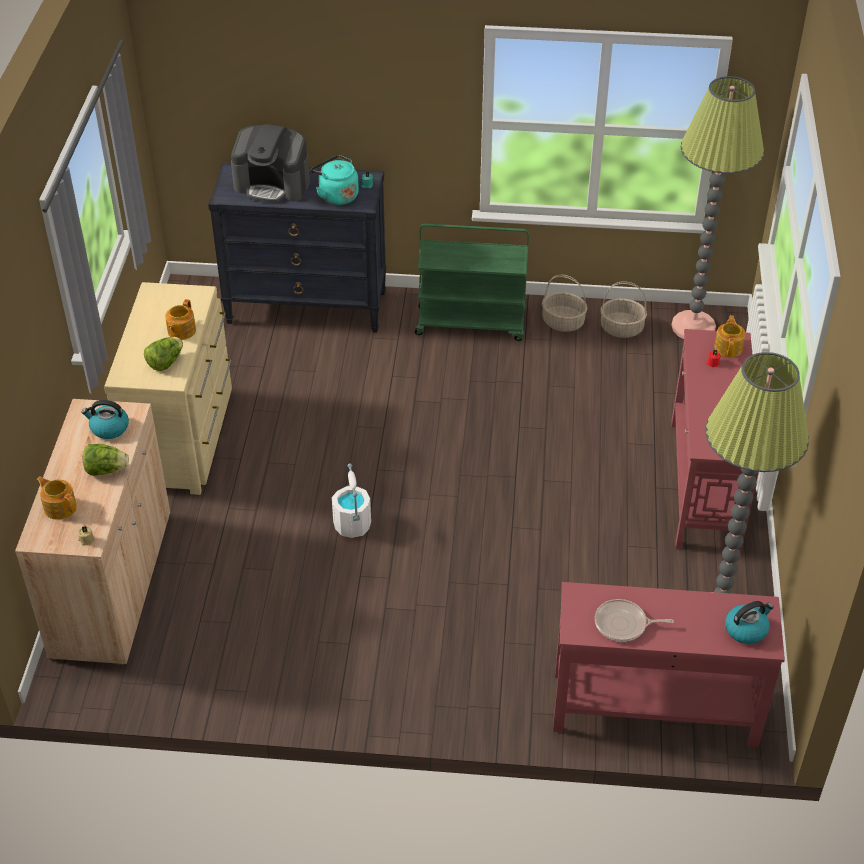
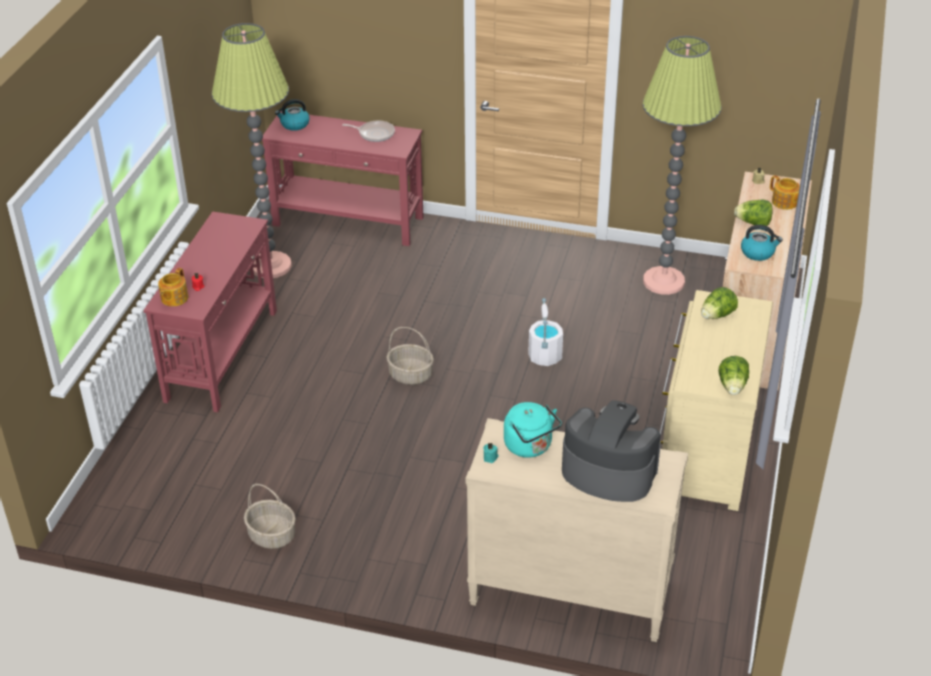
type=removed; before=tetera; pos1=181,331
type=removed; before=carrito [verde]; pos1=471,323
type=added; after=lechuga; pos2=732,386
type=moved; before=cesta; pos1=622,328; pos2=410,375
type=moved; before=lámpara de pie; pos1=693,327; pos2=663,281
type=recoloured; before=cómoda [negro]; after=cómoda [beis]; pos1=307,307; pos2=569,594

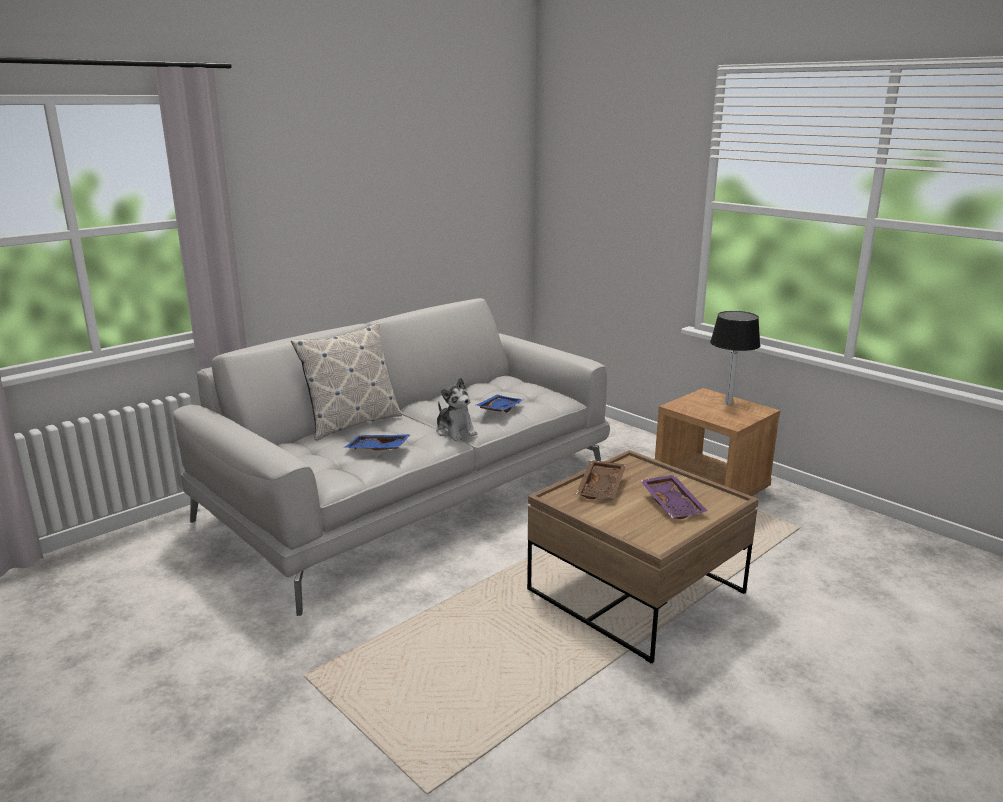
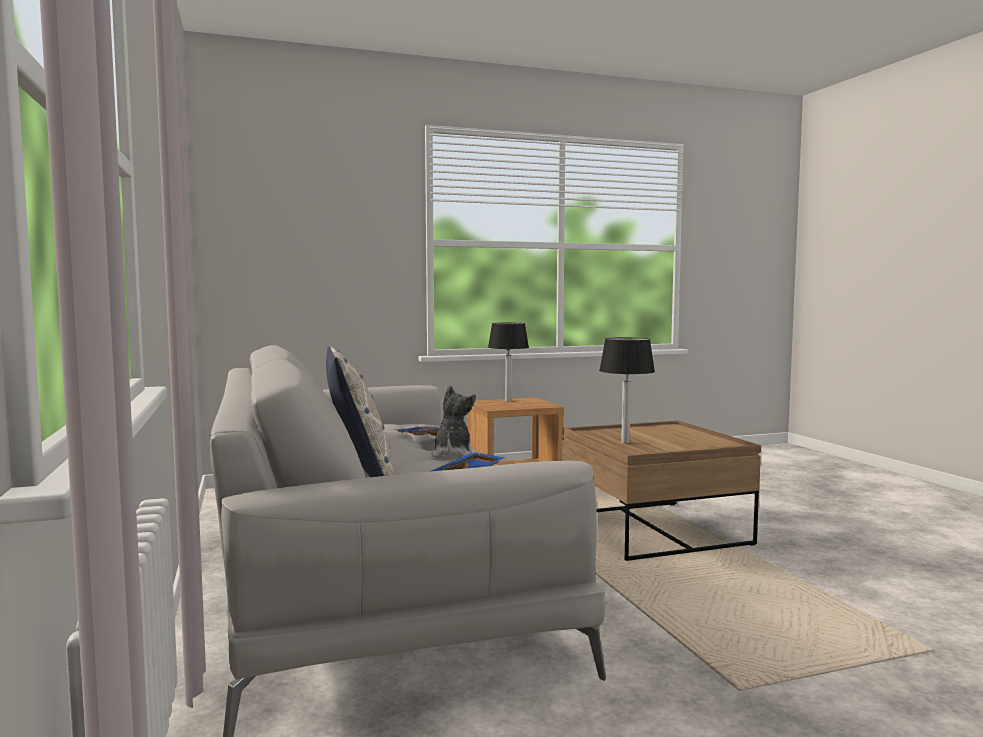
type=removed; before=bandeja [morado]; pos1=673,504
type=replaced; before=bandeja [marrón]; after=lámpara de mesa; pos1=602,487; pos2=625,442
type=turned; before=peluche; pos1=455,431; pos2=452,455; turn=-75

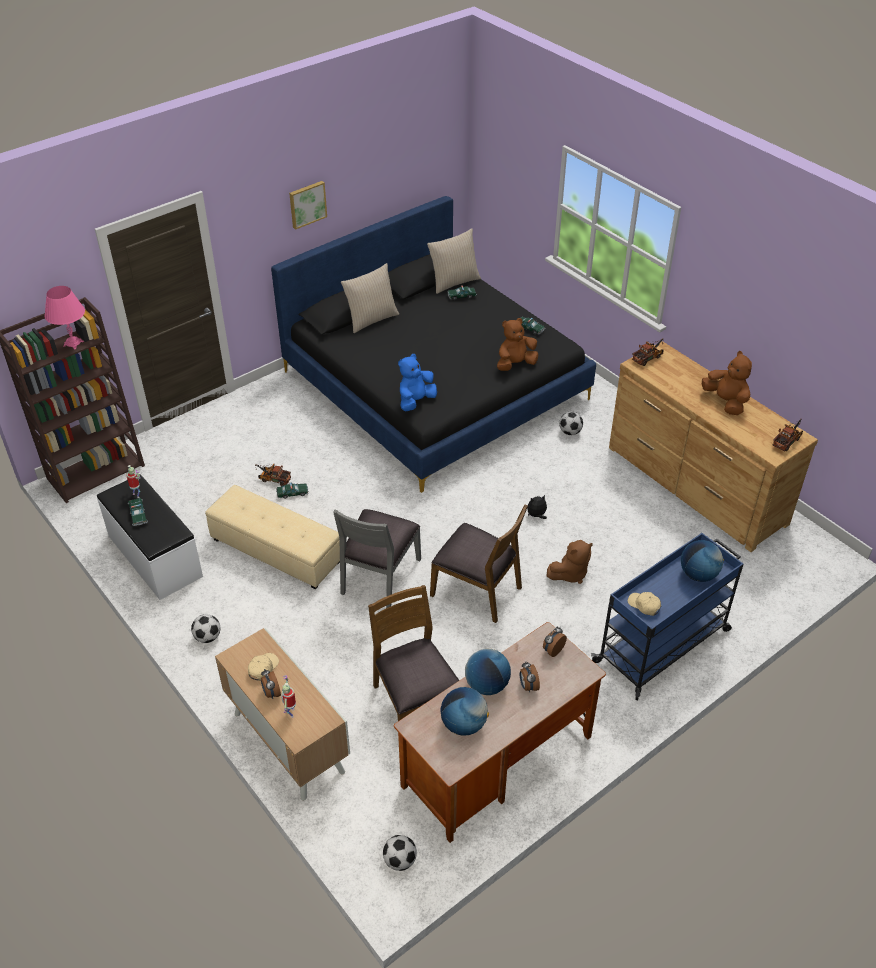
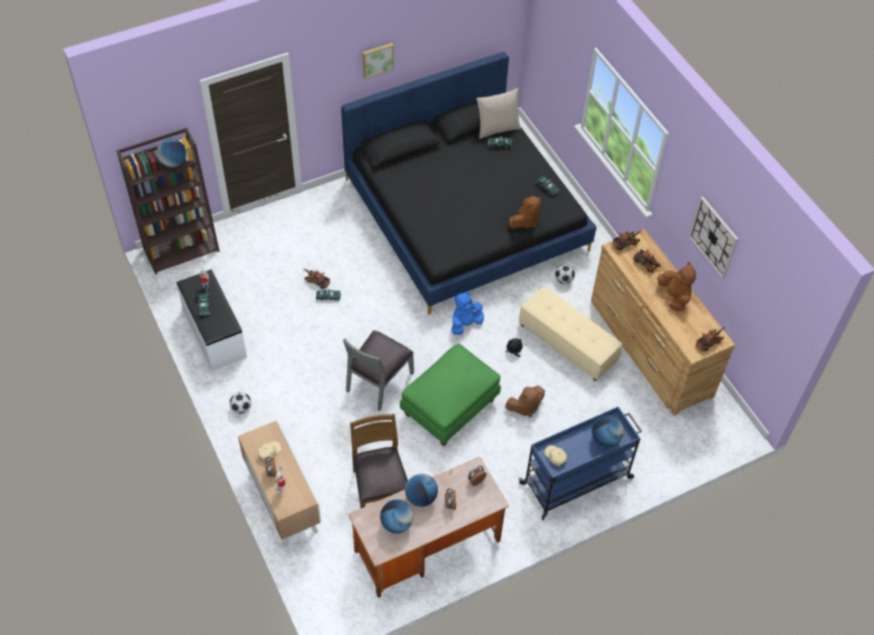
type=removed; before=cojín [beis]; pos1=371,319
type=removed; before=balón de fútbol; pos1=400,860
type=added; after=camión de juguete; pos2=647,265
type=added; after=reloj de pared; pos2=713,237
type=moved; before=puf [beis]; pos1=276,550; pos2=568,342
type=moved; before=peluche [azul]; pos1=416,401; pos2=465,324
type=replaced; before=lámpara de mesa [rosa]; after=globo terráqueo; pos1=73,344; pos2=173,162
type=replaced; before=silla [marrón]; after=puf [verde]; pos1=477,590; pos2=449,408
type=turned; before=peluche [marrón]; pos1=515,364; pos2=525,221; turn=150

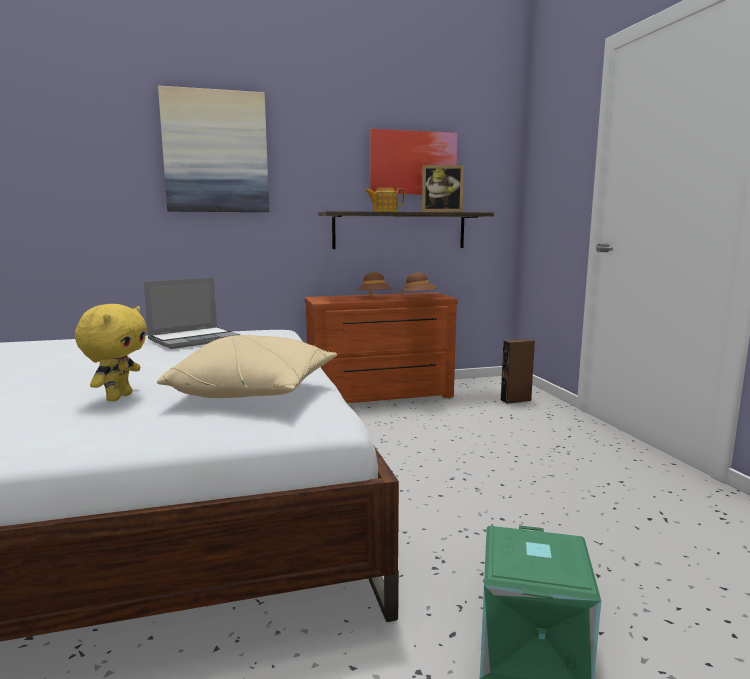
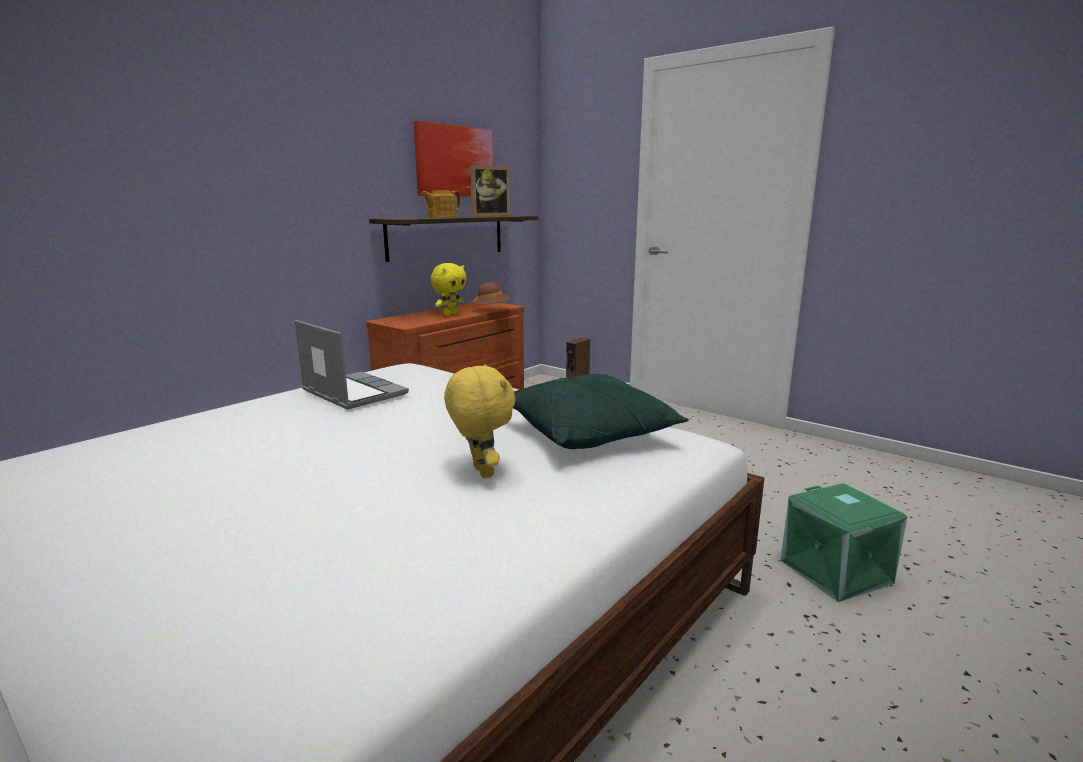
type=removed; before=cuadro; pos1=216,152
type=replaced; before=sombrero [marrón]; after=peluche [amarillo]; pos1=374,298; pos2=450,315
type=recoloured; before=cojín [beis]; after=cojín [verde]; pos1=255,392; pos2=590,433
type=turned; before=portátil; pos1=195,339; pos2=352,392; turn=-60

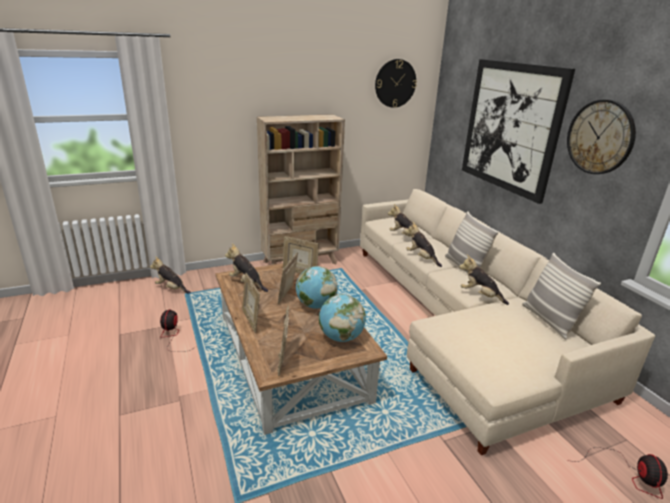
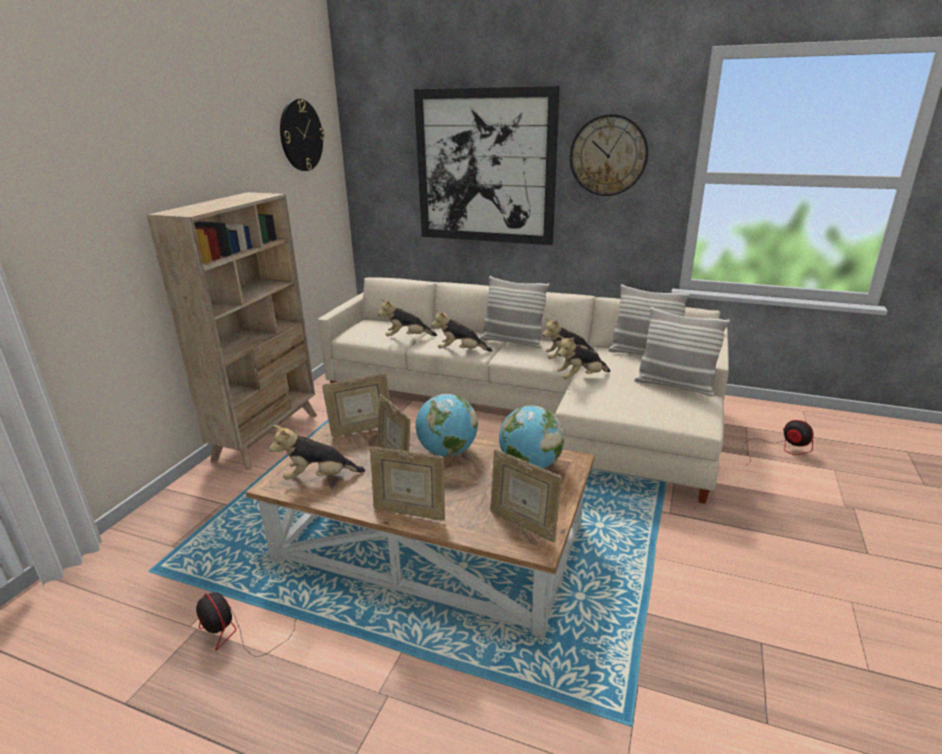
type=added; after=cojín; pos2=675,386
type=moved; before=peluche; pos1=171,288; pos2=581,378

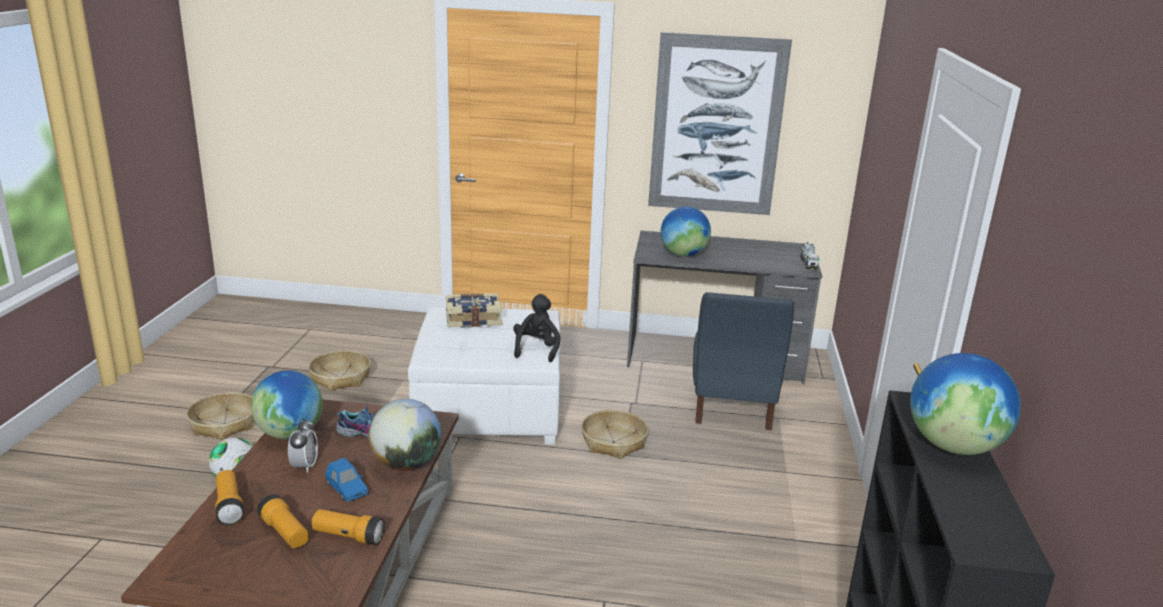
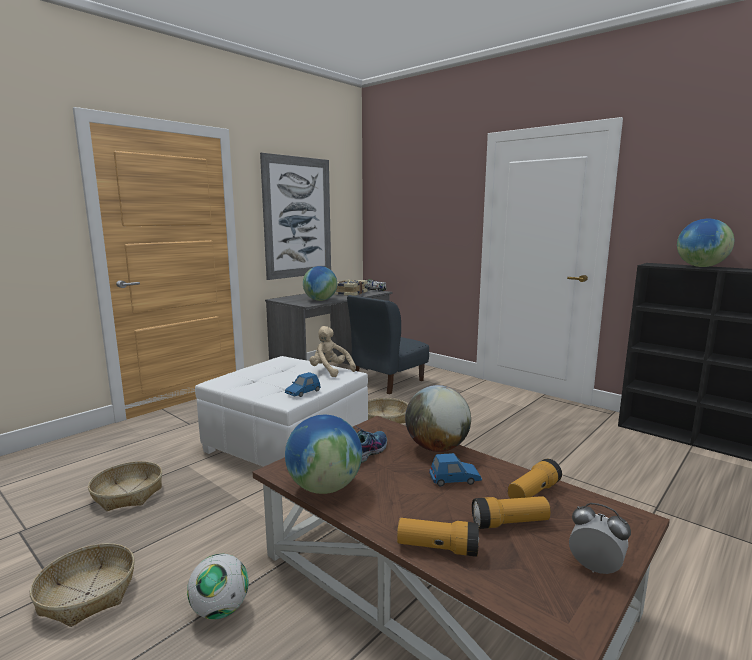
type=added; after=coche de juguete [azul]; pos2=303,392
type=moved; before=despertador; pos1=304,466; pos2=595,568
type=moved; before=libro; pos1=473,319; pos2=349,293
type=recoloured; before=peluche [negro]; after=peluche [beis]; pos1=536,349; pos2=330,371
type=turned; before=silla [azul]; pos1=732,406; pos2=387,382; turn=90

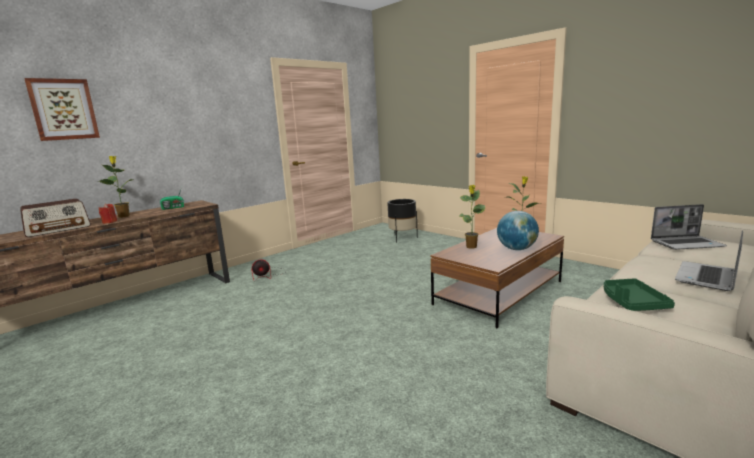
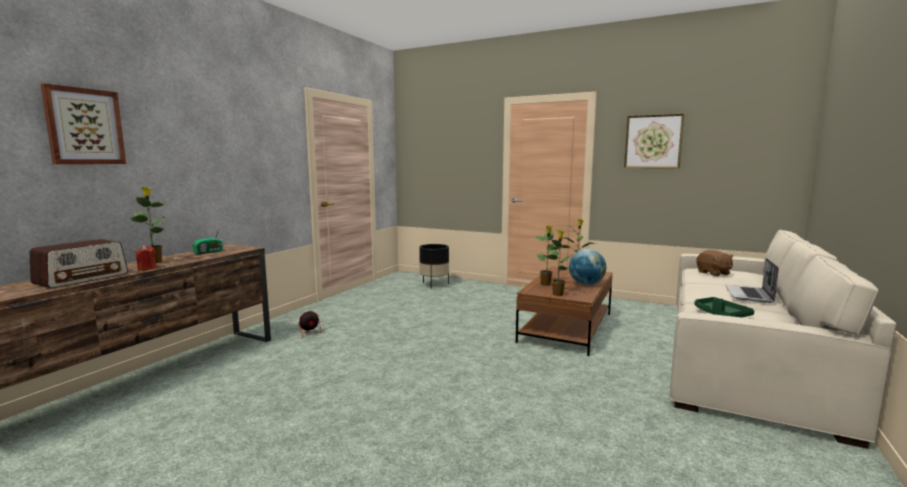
type=added; after=planta en maceta; pos2=557,294
type=added; after=cuadro; pos2=653,141
type=replaced; before=portátil; after=peluche [marrón]; pos1=686,244; pos2=713,273

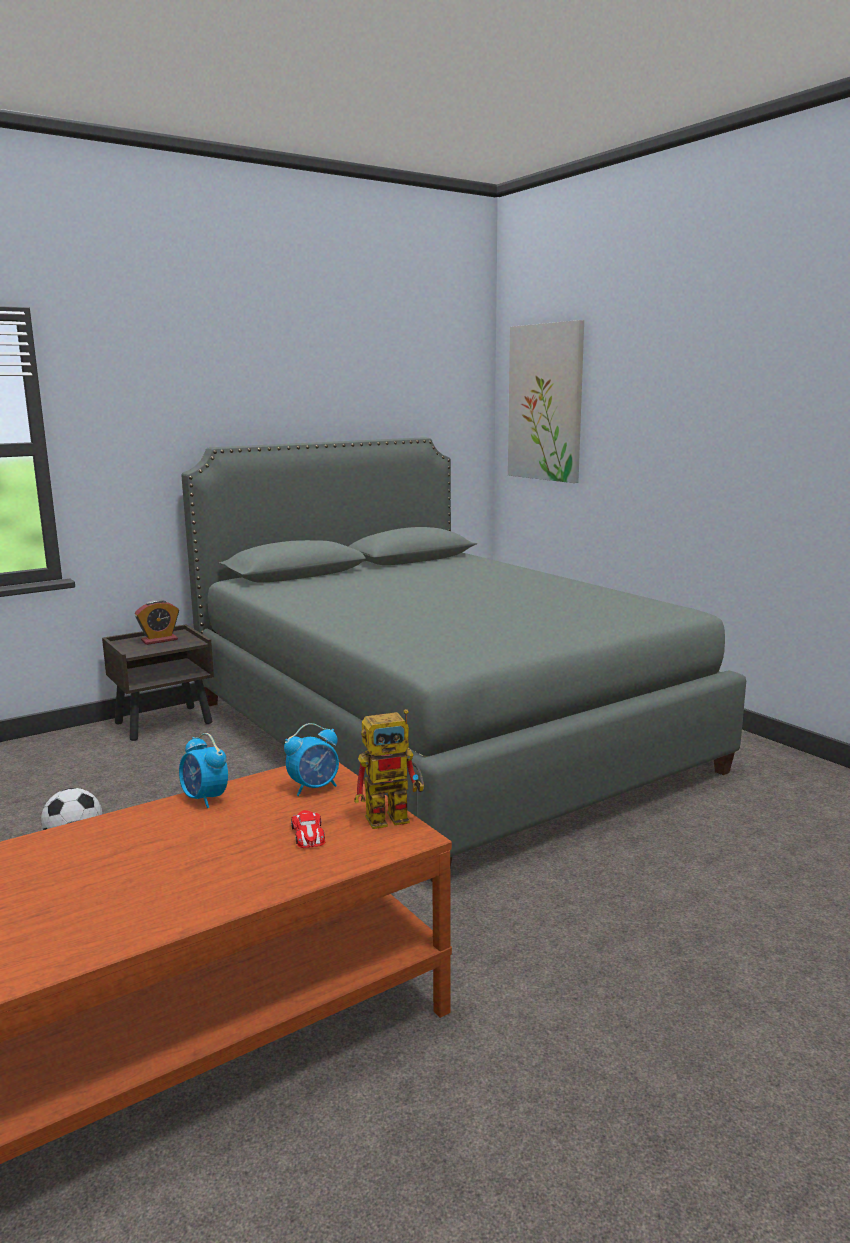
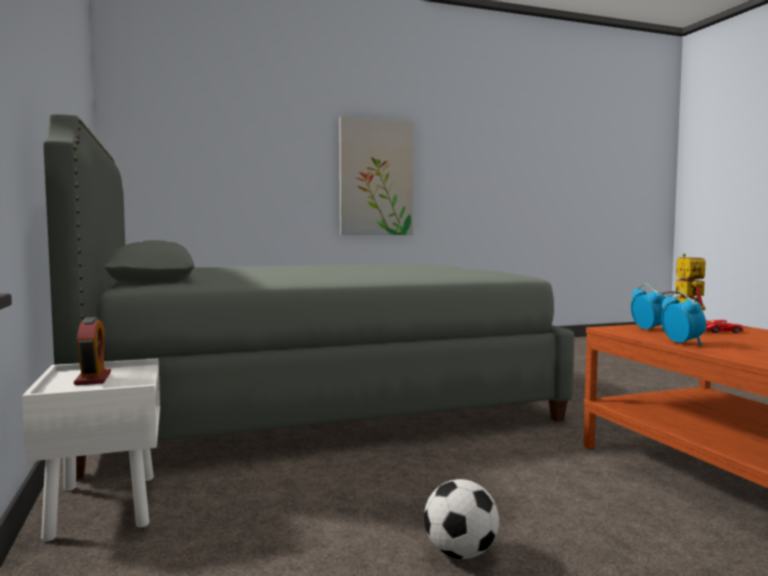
type=moved; before=cuadro; pos1=545,402; pos2=376,178
type=recoloured; before=mesita de noche [marrón]; after=mesita de noche [blanco]; pos1=164,723; pos2=103,505
type=turned; before=despertador; pos1=205,799; pos2=682,343; turn=-75

